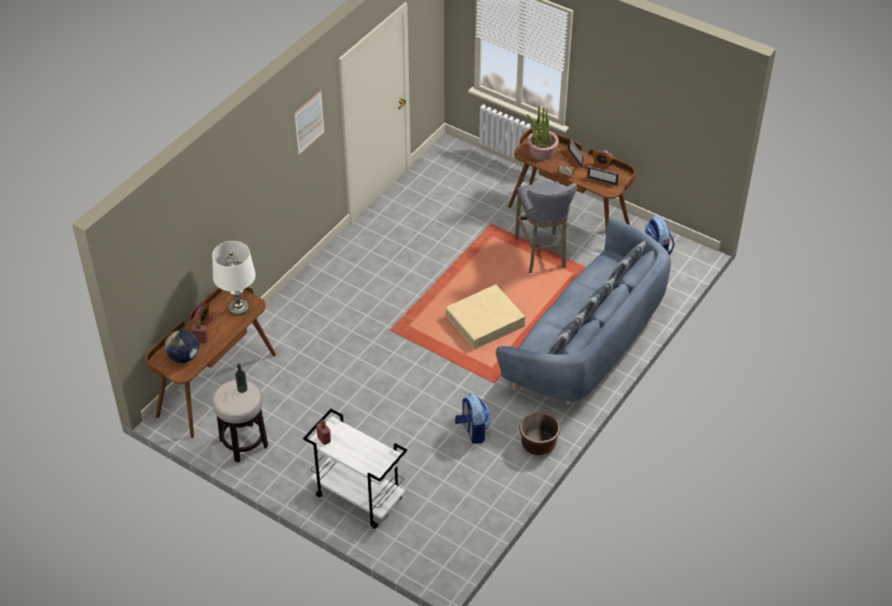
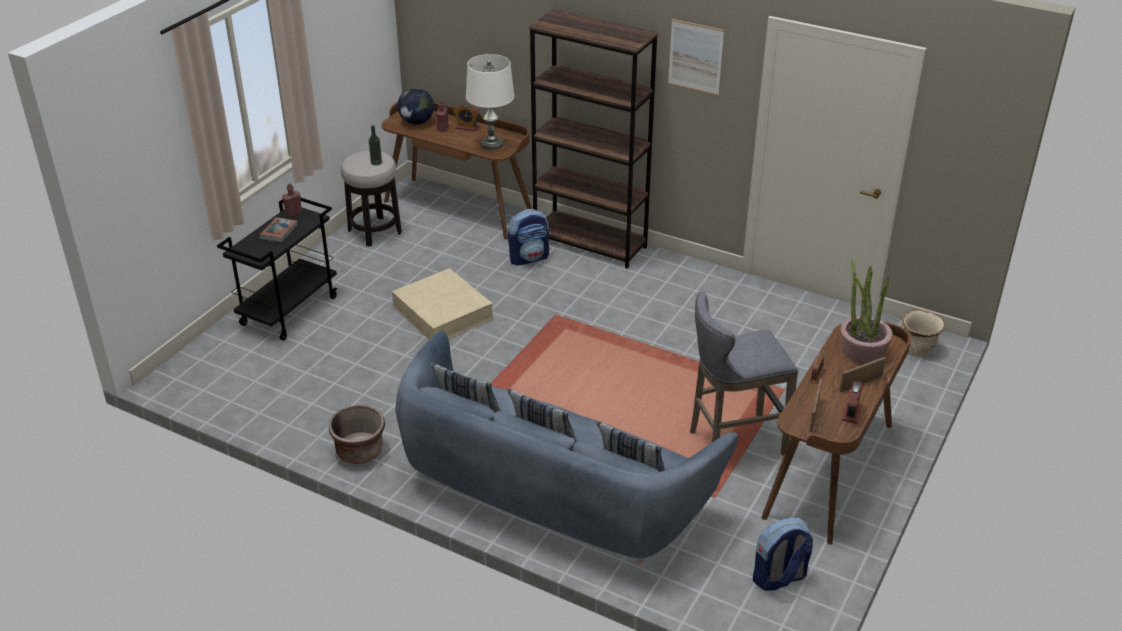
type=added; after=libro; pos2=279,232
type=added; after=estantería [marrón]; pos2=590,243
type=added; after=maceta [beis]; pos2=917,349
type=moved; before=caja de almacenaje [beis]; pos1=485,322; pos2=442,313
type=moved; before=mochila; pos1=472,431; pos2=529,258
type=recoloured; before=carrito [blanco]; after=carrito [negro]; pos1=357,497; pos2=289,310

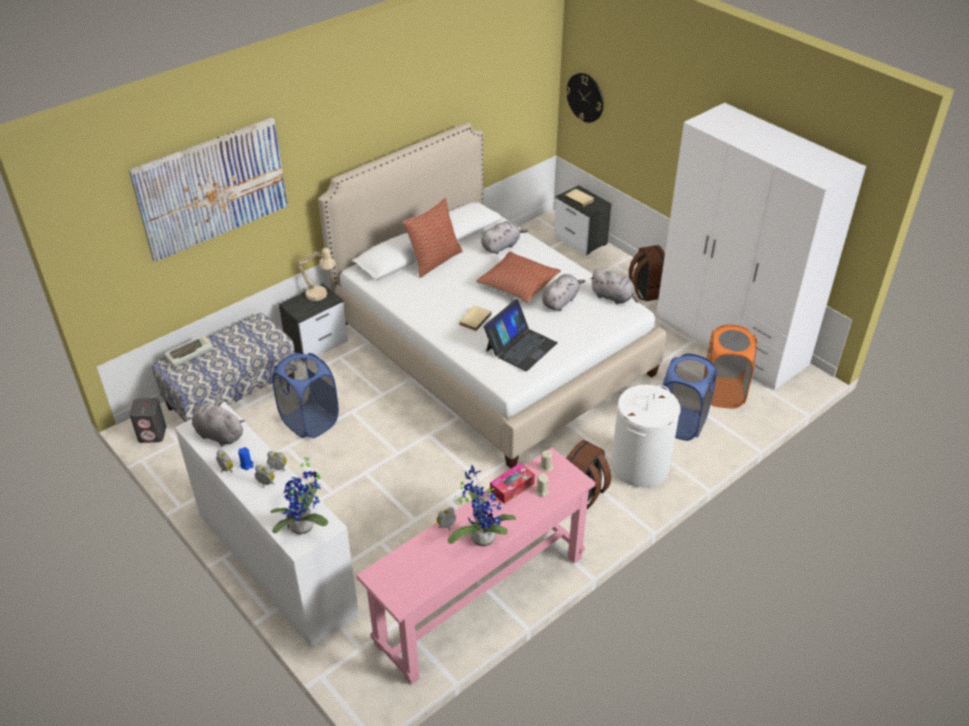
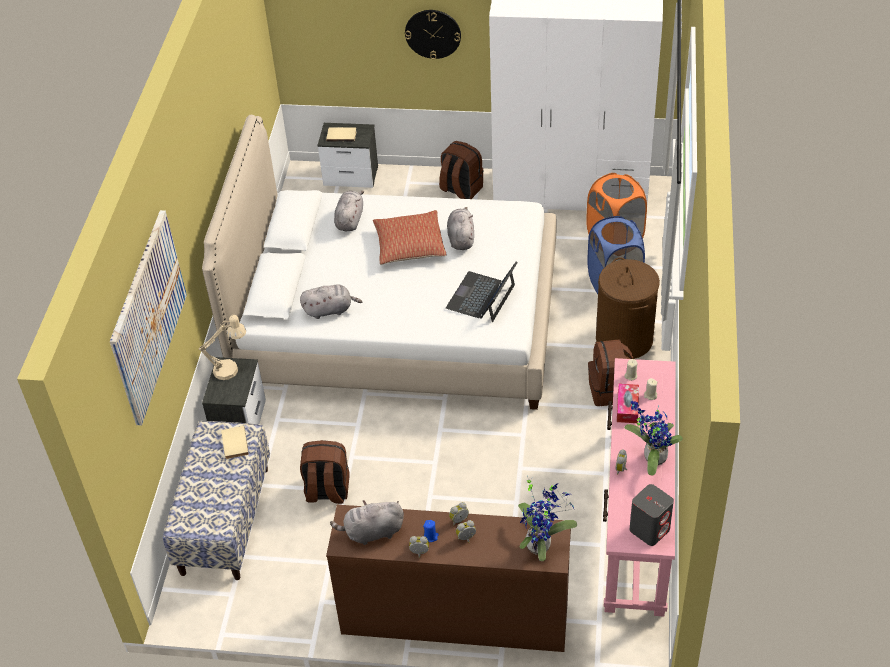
type=removed; before=teclado; pos1=190,353
type=removed; before=cojín; pos1=434,260
type=moved; before=altavoz [gris]; pos1=152,434; pos2=650,529
type=moved; before=libro [beis]; pos1=474,319; pos2=233,443
type=moved; before=reloj de pared; pos1=585,97; pos2=433,33
type=moved; before=peluche [gris]; pos1=613,297; pos2=330,310
type=replaced; before=cesto de la ropa [azul]; after=mochila [marrón]; pos1=309,421; pos2=327,491
type=recoloured; before=cómoda [blanco]; after=cómoda [marrón]; pos1=275,562; pos2=454,618
type=recoloured; before=cesto de la ropa [blanco]; after=cesto de la ropa [marrón]; pos1=640,466; pos2=624,339
type=turned; before=portátil; pos1=520,347; pos2=482,297; turn=-150

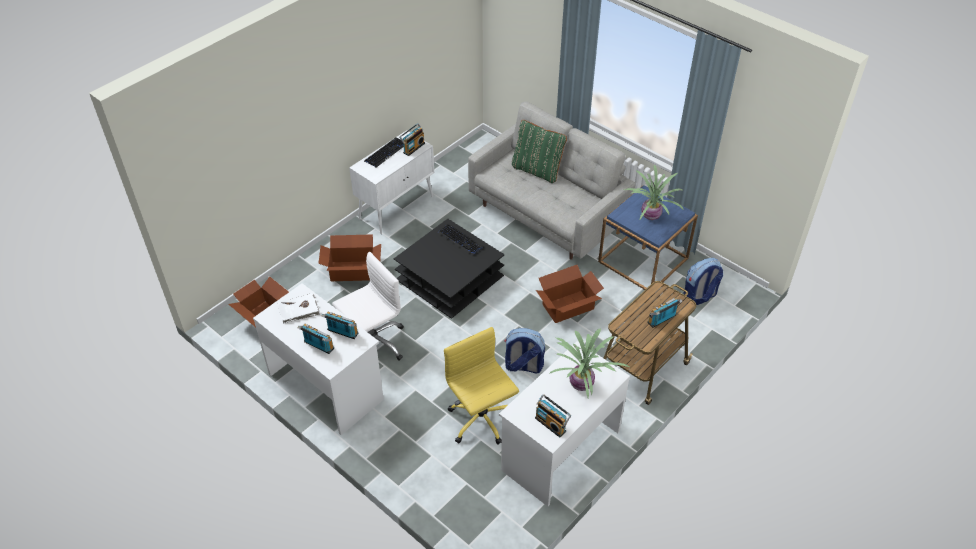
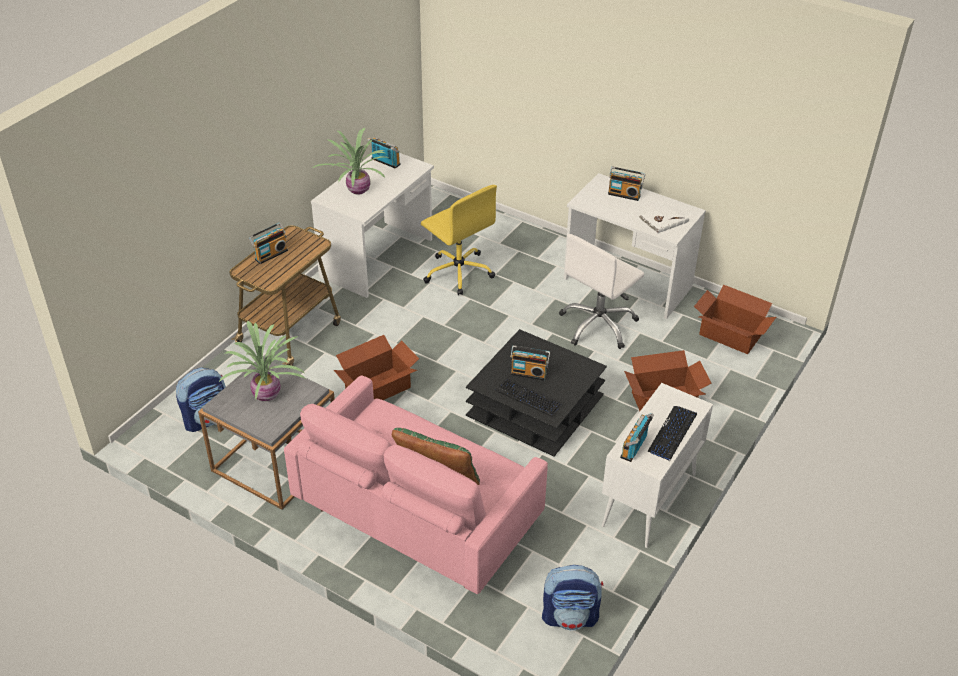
type=moved; before=radio; pos1=342,332; pos2=529,373
type=moved; before=mochila; pos1=523,366; pos2=570,616
type=recoloured; before=sofá [gris]; after=sofá [rosa]; pos1=548,215; pos2=417,516
type=recoloured; before=mesa auxiliar [azul]; after=mesa auxiliar [gris]; pos1=643,260; pos2=276,461

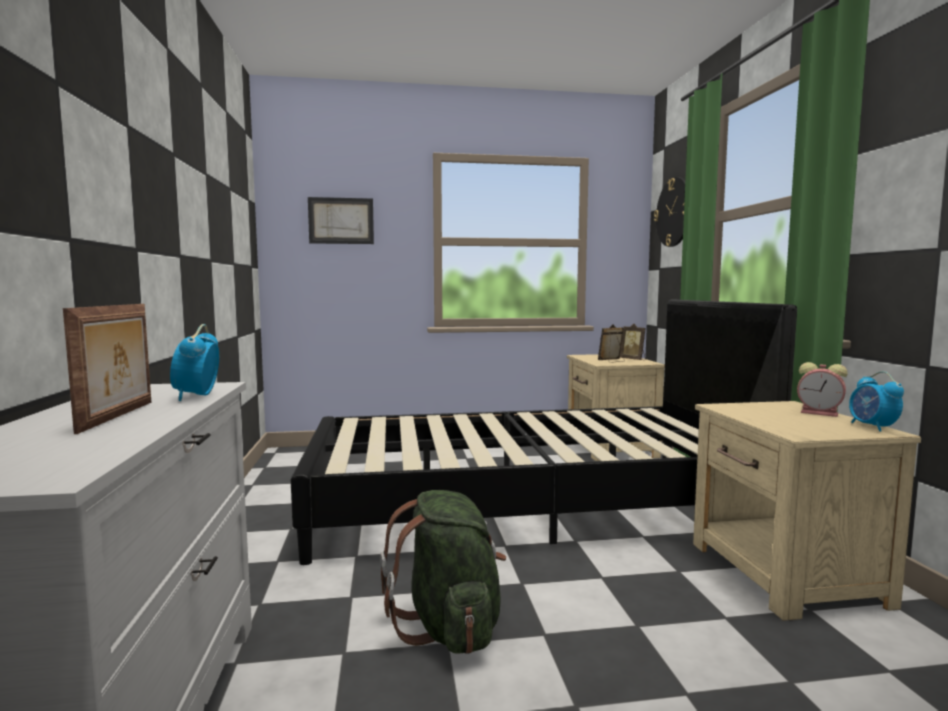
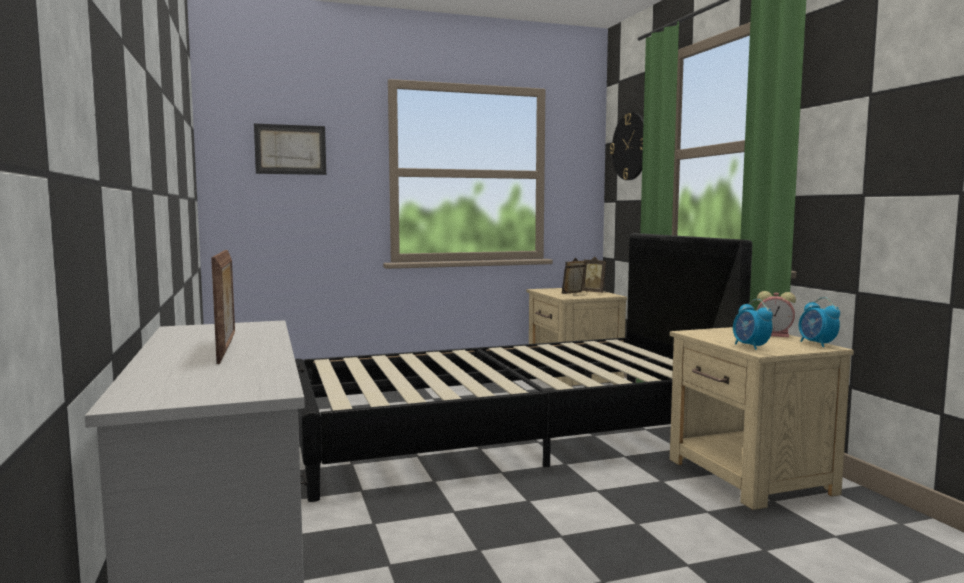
type=removed; before=mochila [verde]; pos1=449,626
type=moved; before=despertador; pos1=197,396; pos2=750,346

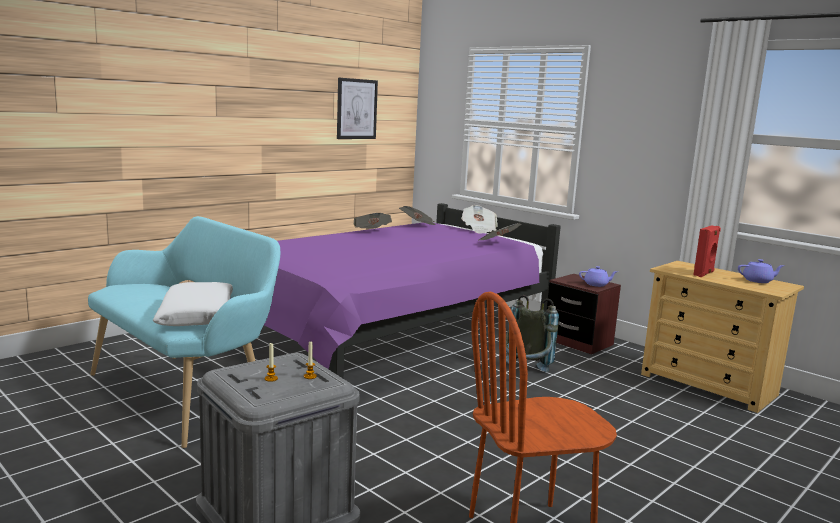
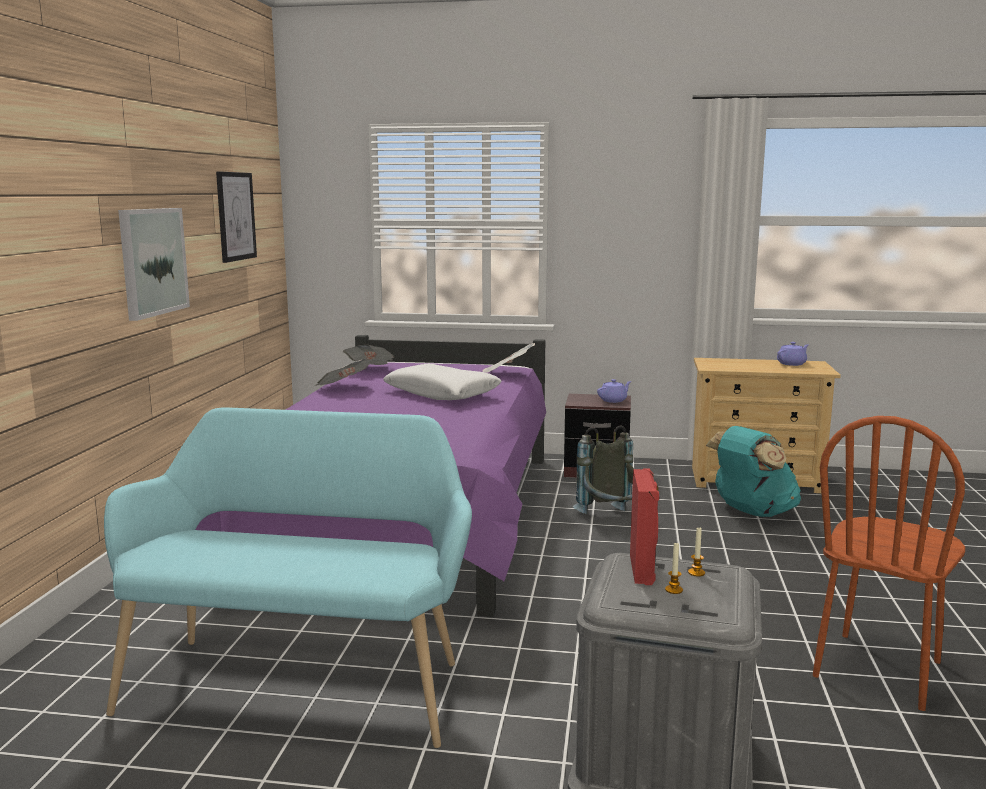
type=removed; before=periódico; pos1=479,230
type=added; after=cuadro; pos2=152,261
type=added; after=mochila [turquesa]; pos2=752,512
type=moved; before=cojín [blanco]; pos1=197,315; pos2=442,393
type=moved; before=altavoz [rojo]; pos1=704,274; pos2=643,569

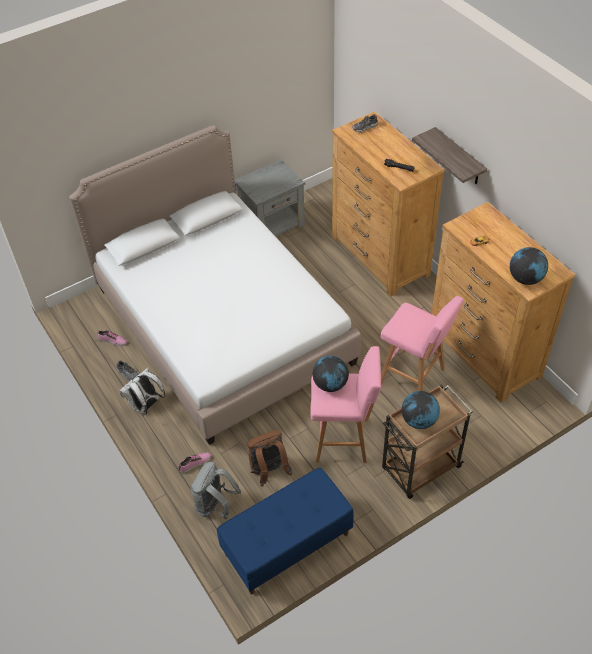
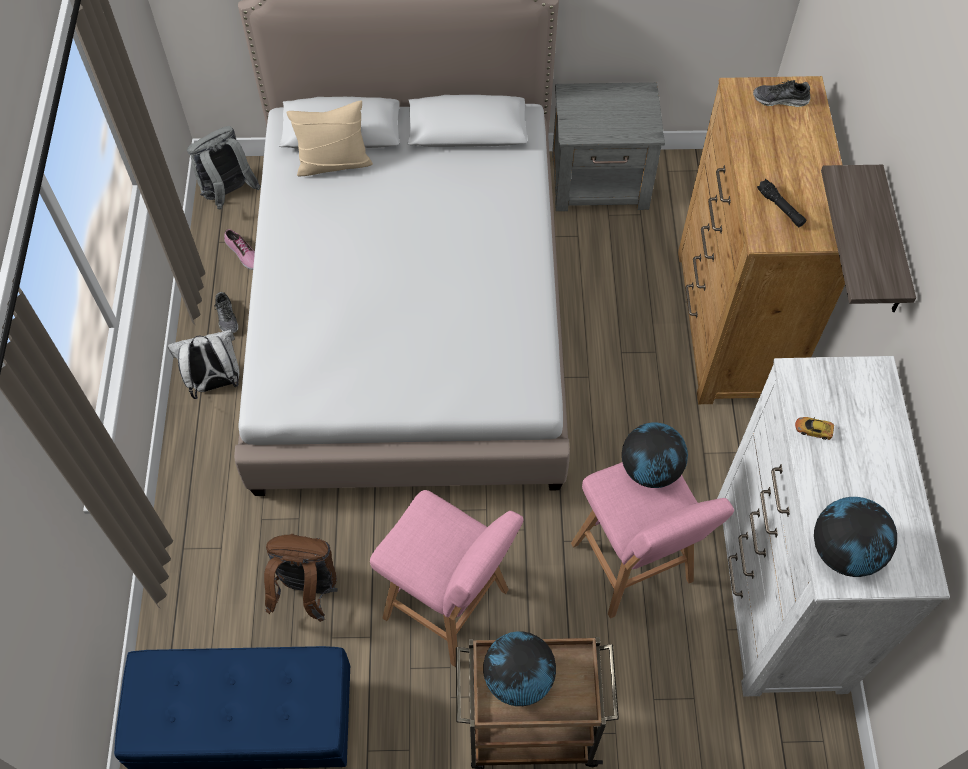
type=removed; before=zapato; pos1=195,463
type=added; after=cojín [beis]; pos2=334,163
type=moved; before=mochila [gris]; pos1=215,506; pos2=229,194
type=moved; before=globo terráqueo; pos1=330,384; pos2=650,469
type=recoloured; before=cómoda [marrón]; after=cómoda [blanco]; pos1=484,354; pos2=778,593

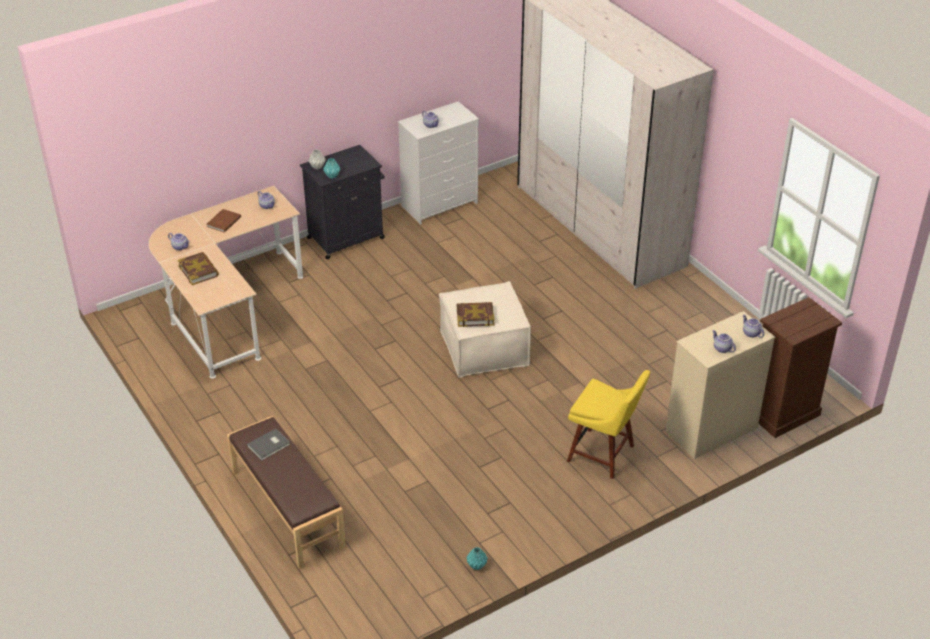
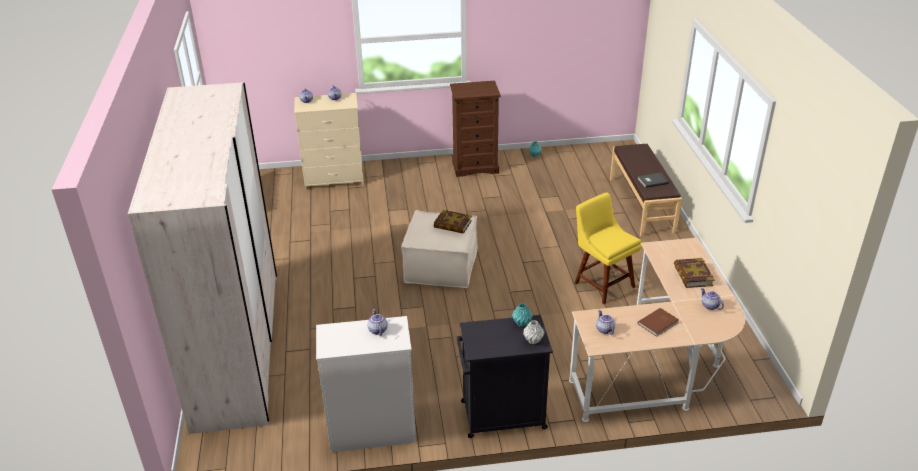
type=moved; before=silla [amarillo]; pos1=604,454; pos2=602,283
type=moved; before=cómoda [marrón]; pos1=782,413; pos2=475,167

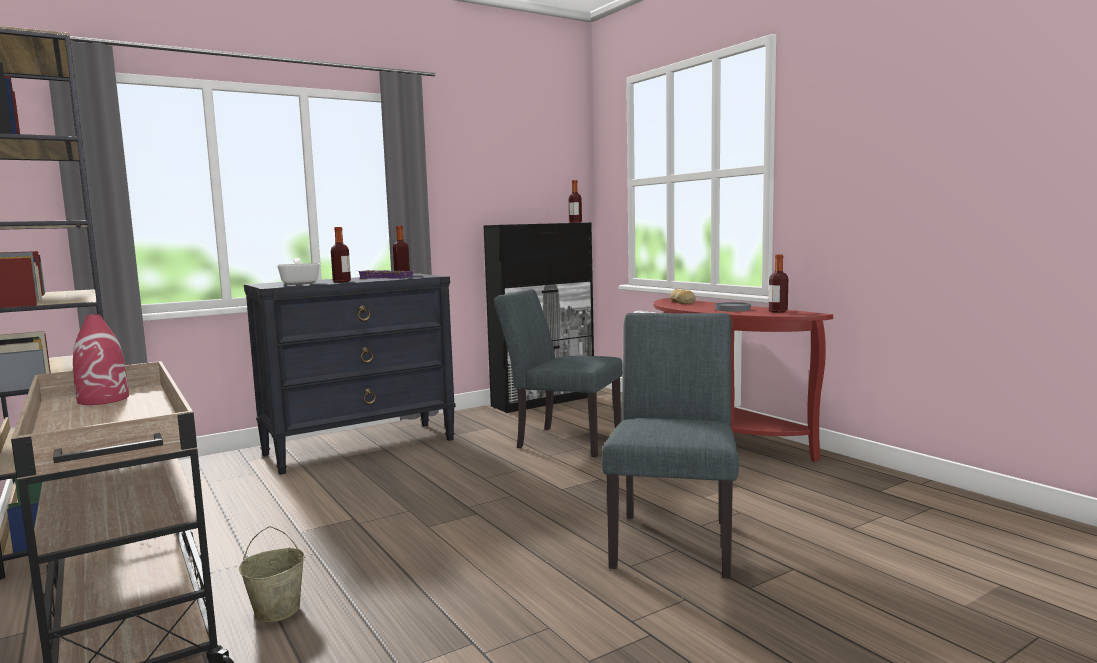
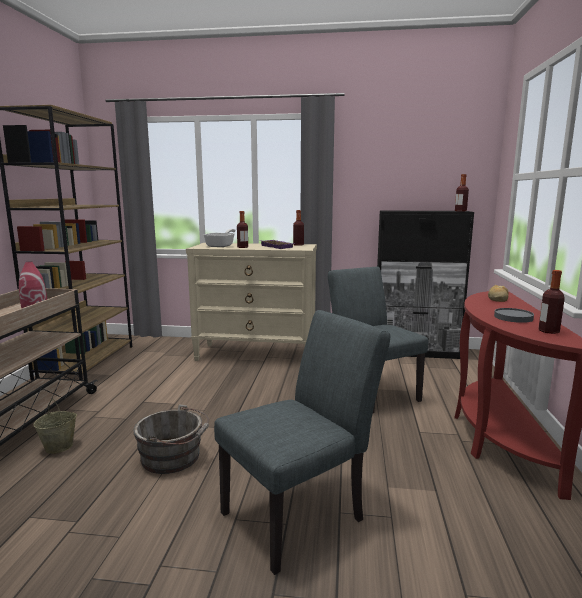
type=added; after=cubo [gris]; pos2=174,457
type=recoloured; before=cómoda [negro]; after=cómoda [beis]; pos1=361,446; pos2=256,354

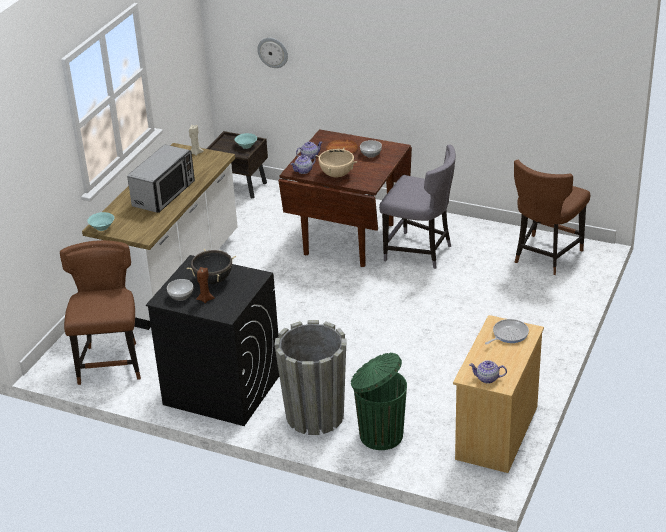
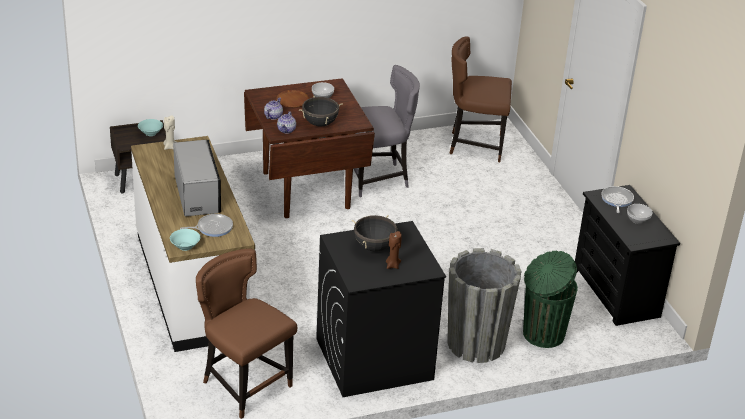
type=removed; before=reloj de pared; pos1=273,52
type=removed; before=tetera; pos1=487,378
type=added; after=sartén; pos2=212,228
type=moved; before=cuenco; pos1=181,296; pos2=638,220
type=recoloured; before=olla [beis]; after=olla [negro]; pos1=336,174; pos2=320,123
type=recoloured; before=cómoda [beis]; after=cómoda [negro]; pos1=496,433; pos2=616,292
type=turned; before=silla [marrón]; pos1=545,256; pos2=474,145; turn=105

